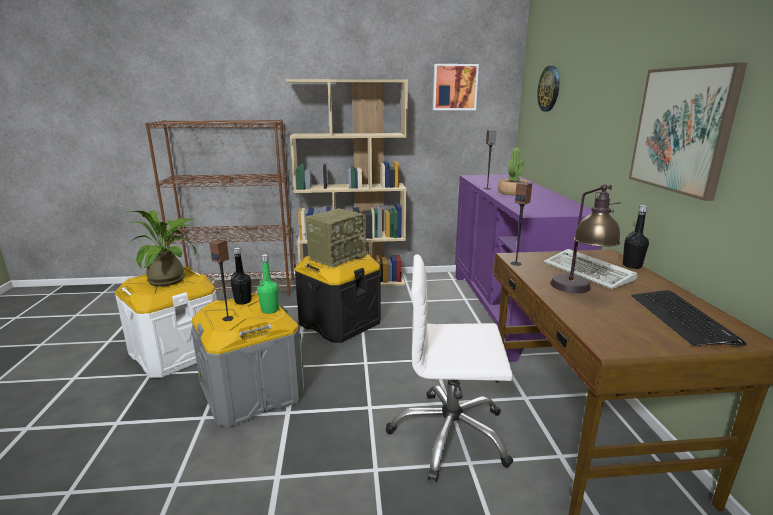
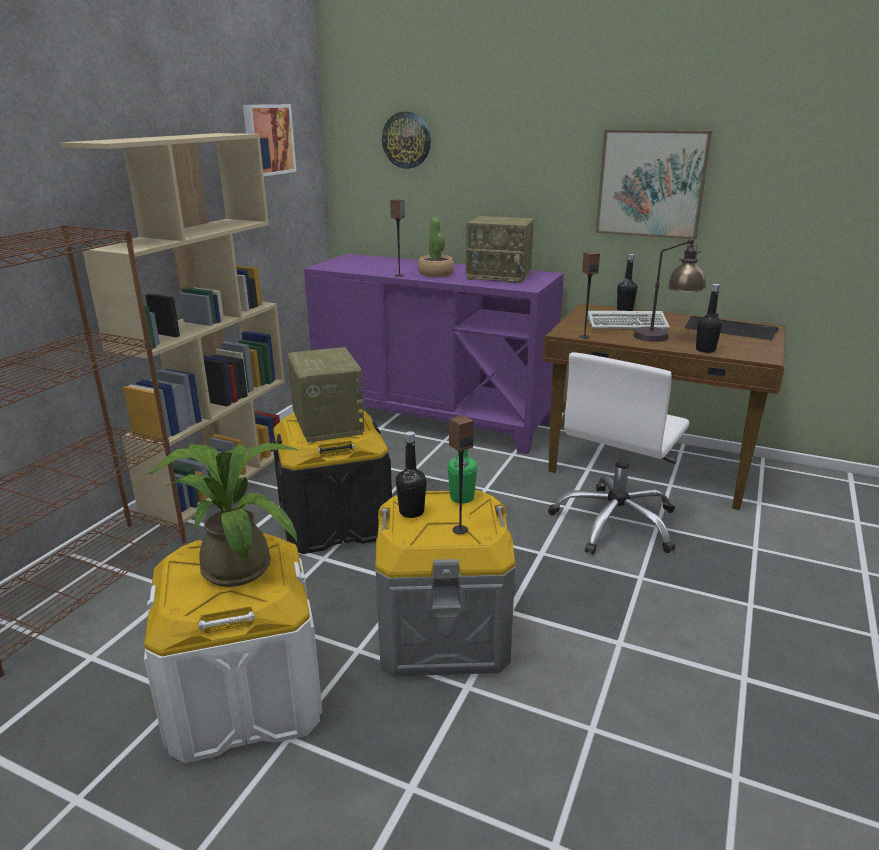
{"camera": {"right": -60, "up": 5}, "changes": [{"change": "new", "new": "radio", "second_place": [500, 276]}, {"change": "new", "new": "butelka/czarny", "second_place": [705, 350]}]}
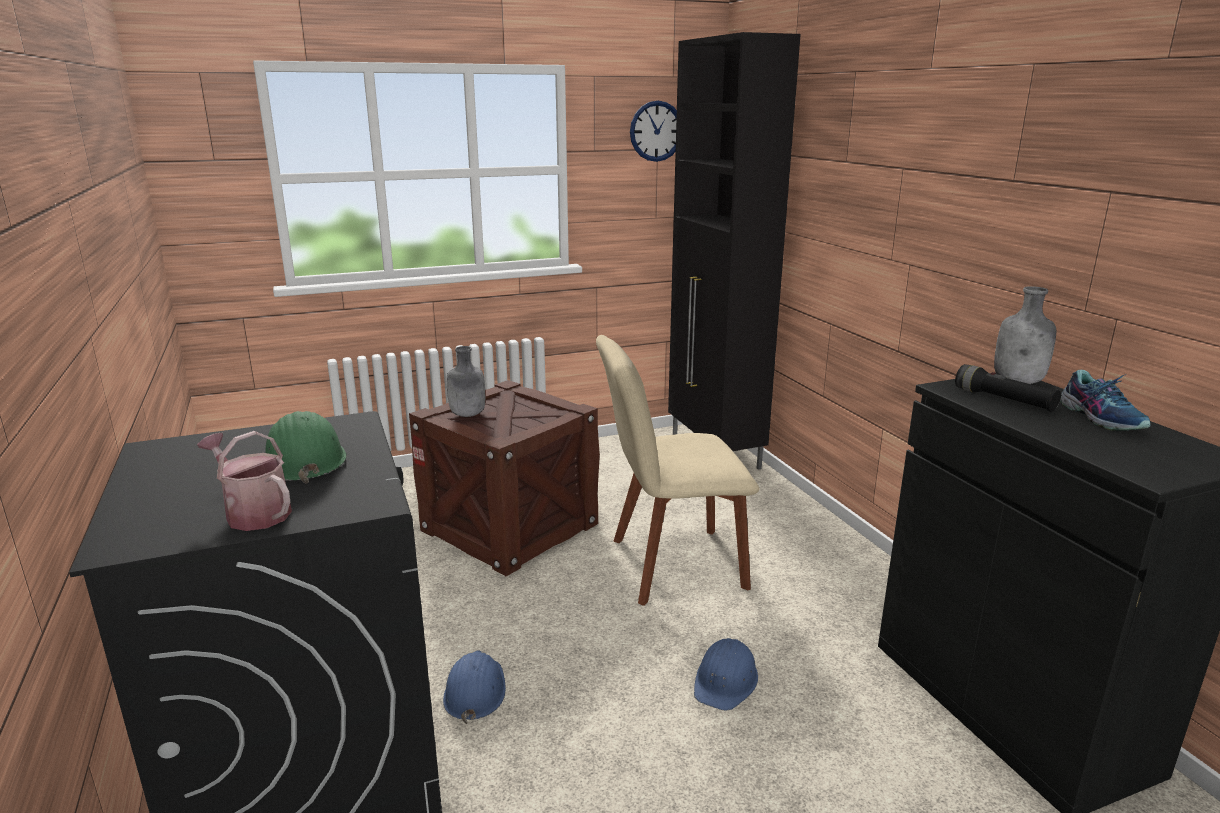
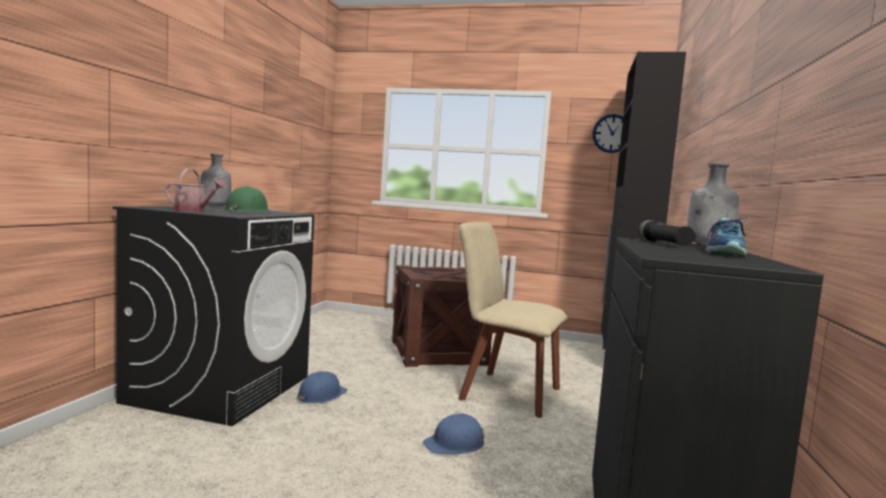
{"camera": {"right": 35, "up": -15}, "changes": [{"change": "shifted", "old": "butelka/szary", "first_place": [467, 415], "second_place": [215, 206]}, {"change": "rotated", "old": "konewka", "first_place": [253, 512], "second_place": [193, 211], "degrees": 120}]}
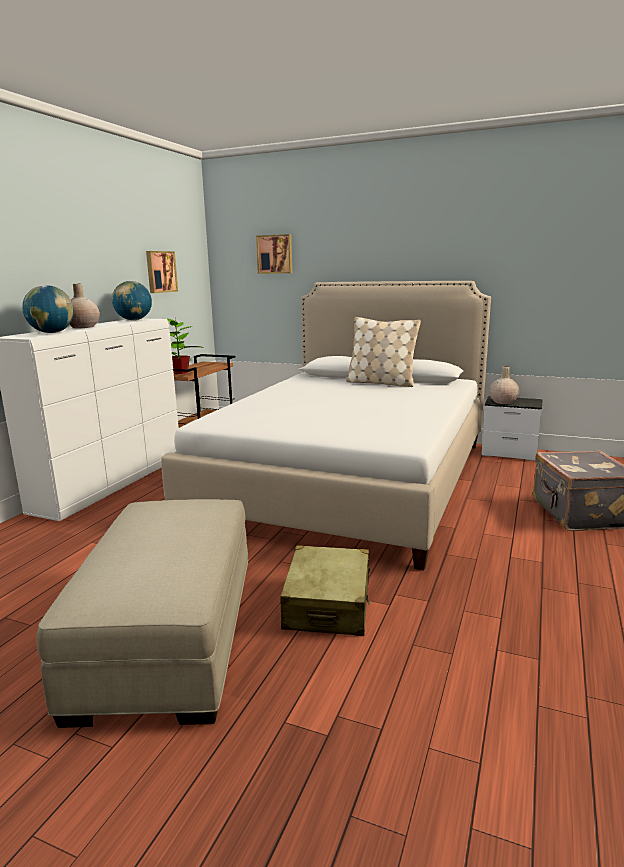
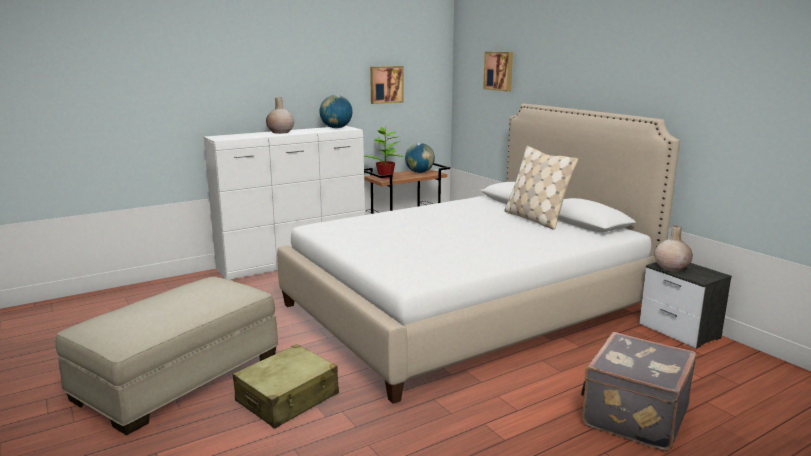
{"camera": {"right": 35, "up": 0}, "changes": [{"change": "shifted", "old": "globus", "first_place": [52, 332], "second_place": [419, 172]}]}
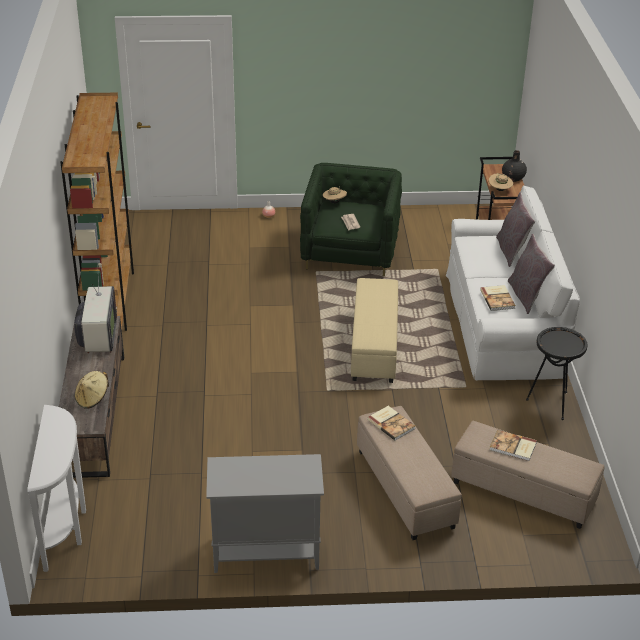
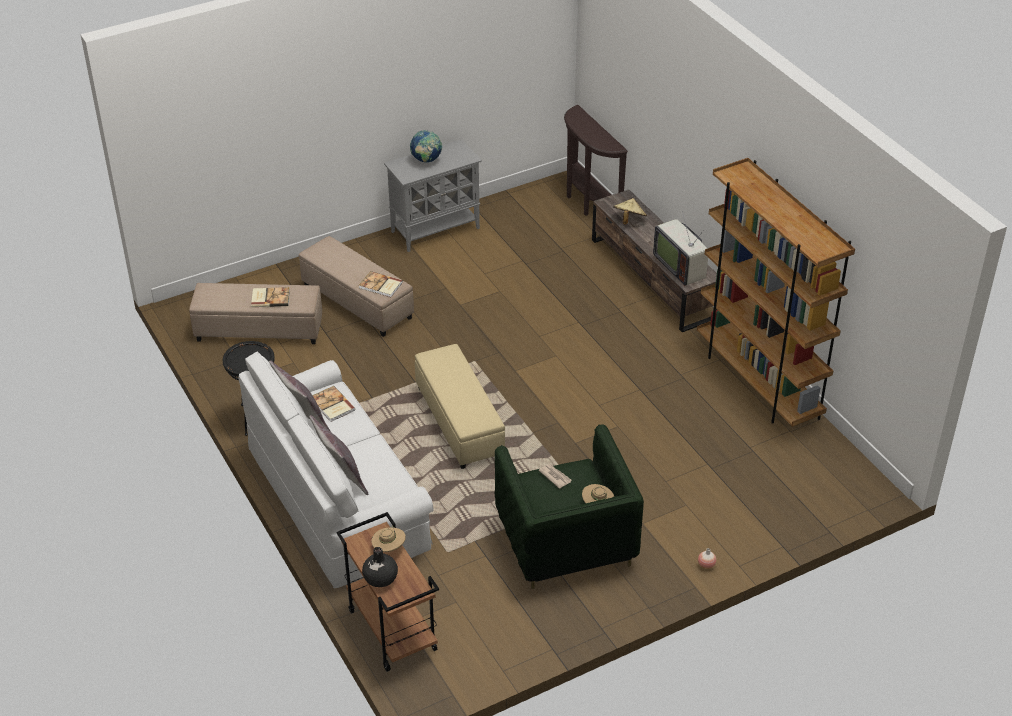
{"camera": {"right": 155, "up": 5}, "changes": [{"change": "repainted", "old": "stolik konsolowy/biały", "new": "stolik konsolowy/brązowy", "first_place": [66, 527], "second_place": [587, 202]}, {"change": "new", "new": "globus", "second_place": [426, 160]}]}
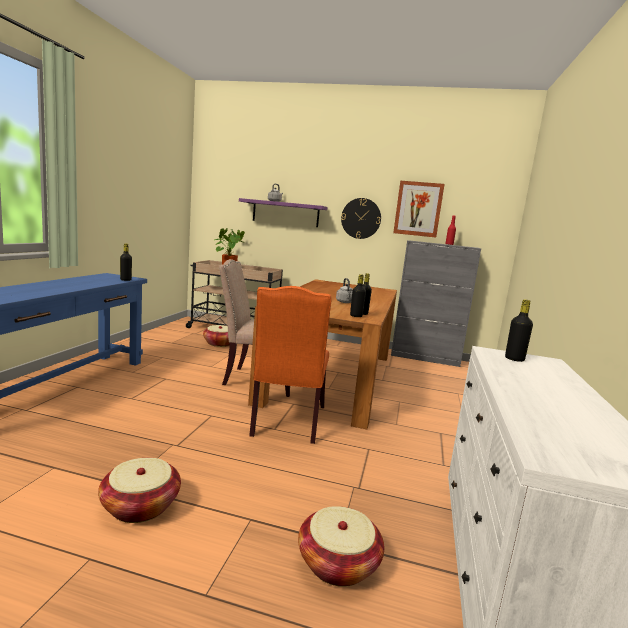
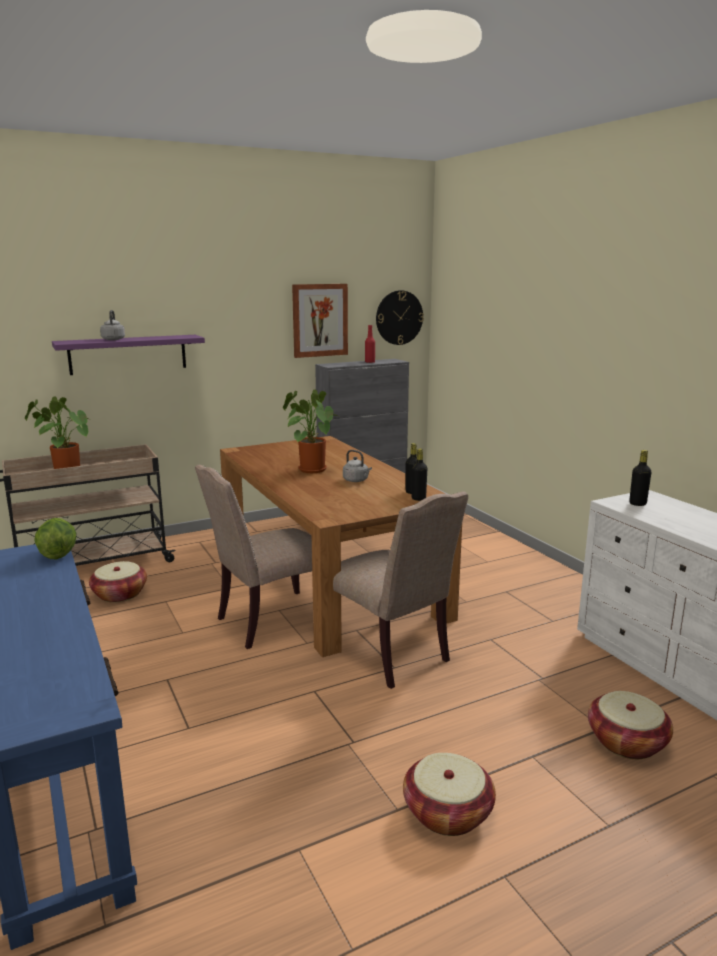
{"camera": {"right": -40, "up": 5}, "changes": [{"change": "shifted", "old": "zegar ścienny", "first_place": [361, 218], "second_place": [399, 317]}, {"change": "swapped", "old": "butelka/czarny", "new": "sałata", "first_place": [125, 280], "second_place": [58, 555]}, {"change": "repainted", "old": "krzesło/pomarańczowy", "new": "krzesło/beżowy", "first_place": [286, 422], "second_place": [390, 654]}, {"change": "new", "new": "roślina doniczkowa", "second_place": [310, 469]}]}
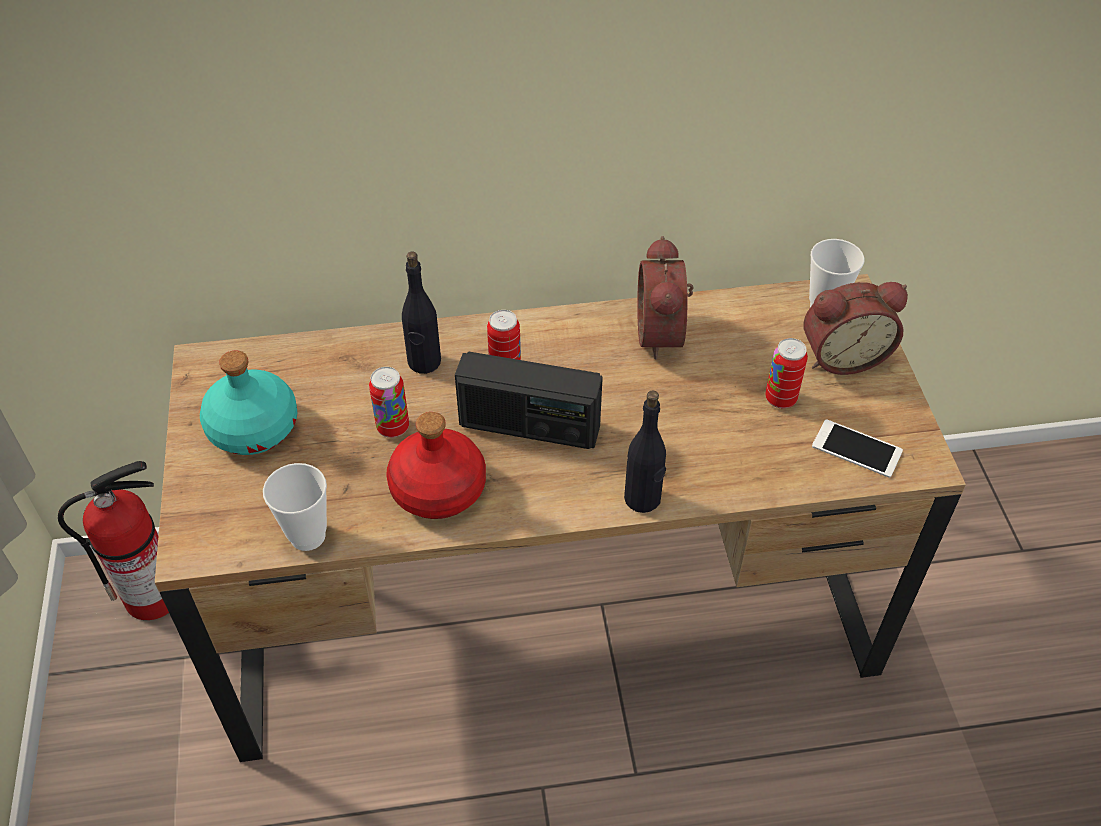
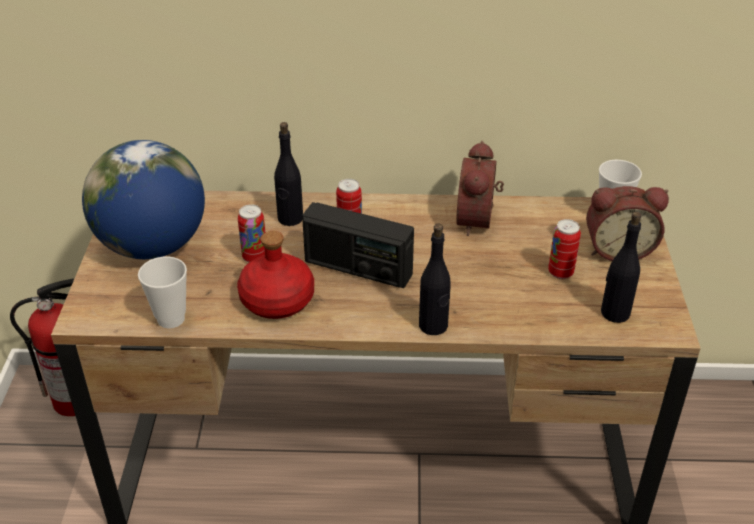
{"camera": {"right": 10, "up": -10}, "changes": [{"change": "swapped", "old": "butelka/turkusowy", "new": "globus", "first_place": [254, 428], "second_place": [153, 246]}, {"change": "swapped", "old": "telefon", "new": "butelka/czarny", "first_place": [856, 449], "second_place": [614, 313]}]}
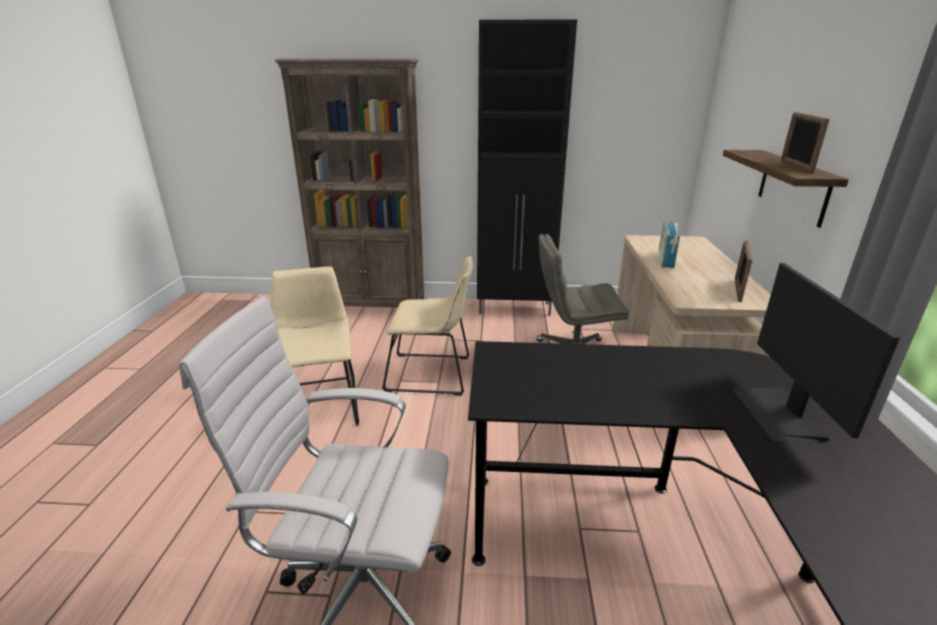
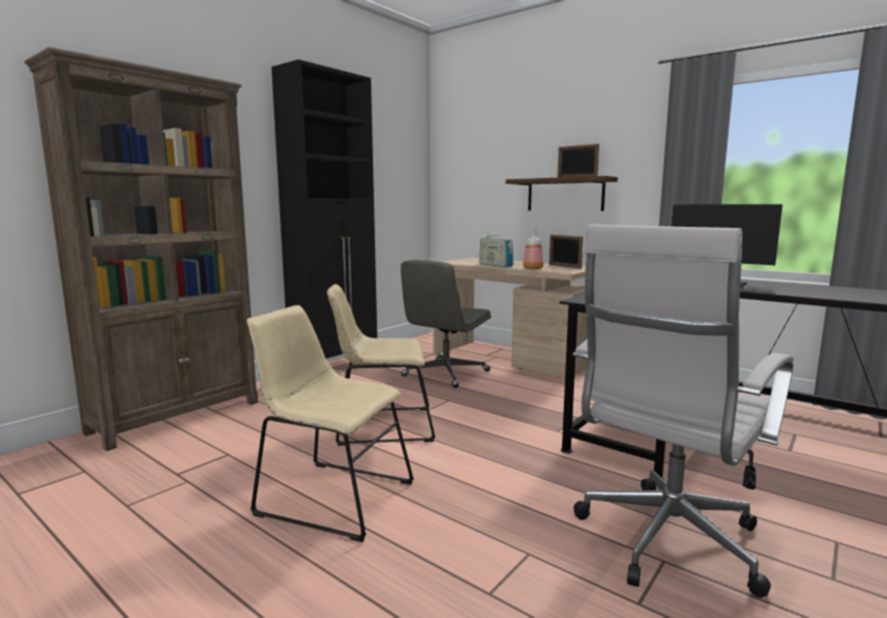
{"camera": {"right": -55, "up": -15}, "changes": [{"change": "rotated", "old": "krzesło/beżowy", "first_place": [432, 374], "second_place": [380, 426], "degrees": -135}, {"change": "new", "new": "butelka", "second_place": [533, 268]}]}
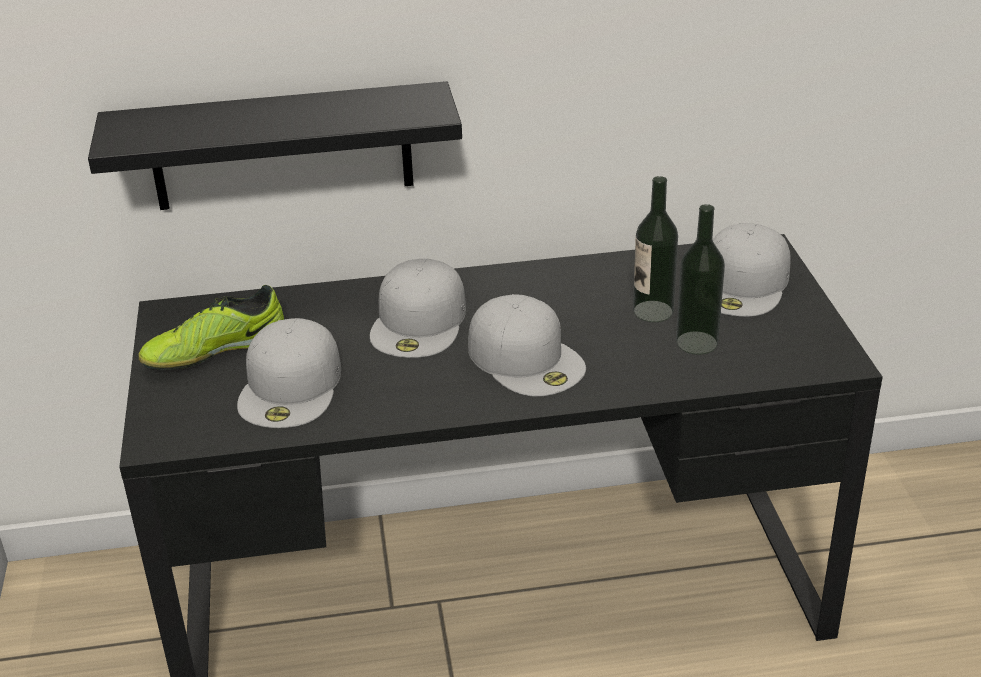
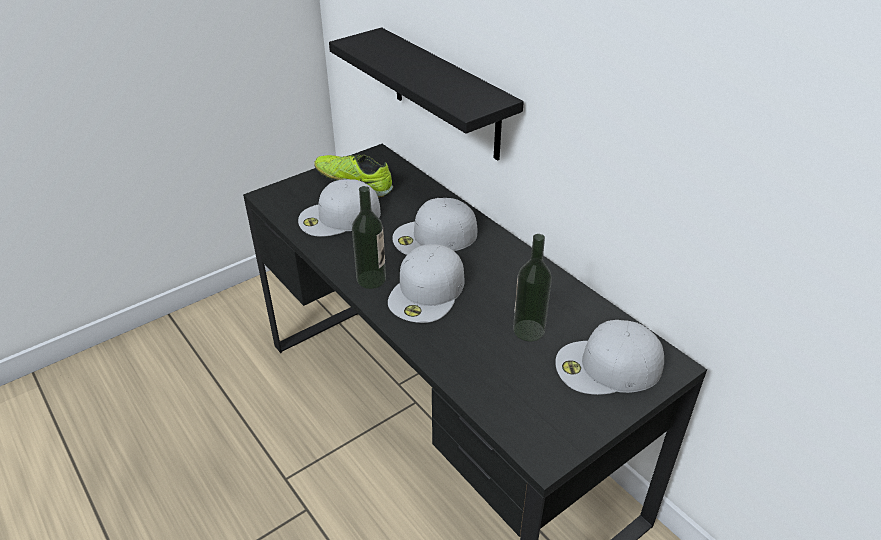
{"camera": {"right": 60, "up": 5}, "changes": [{"change": "shifted", "old": "butelka", "first_place": [696, 343], "second_place": [371, 279]}]}
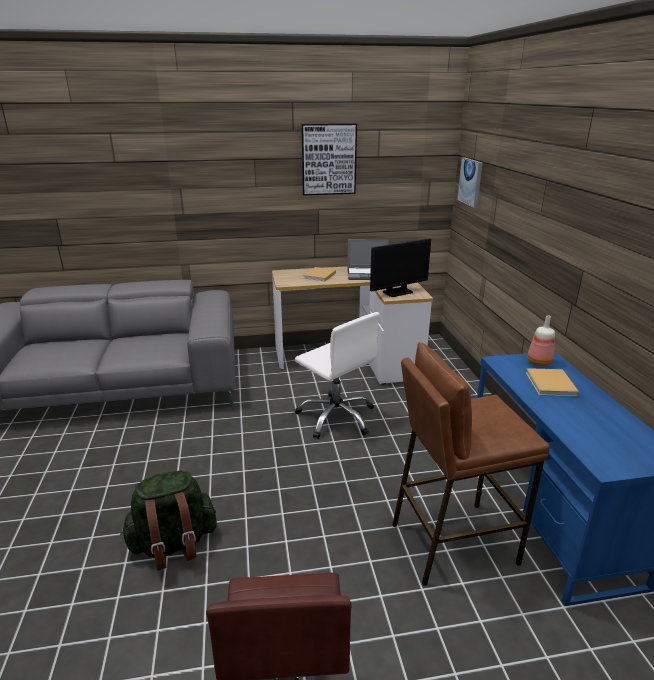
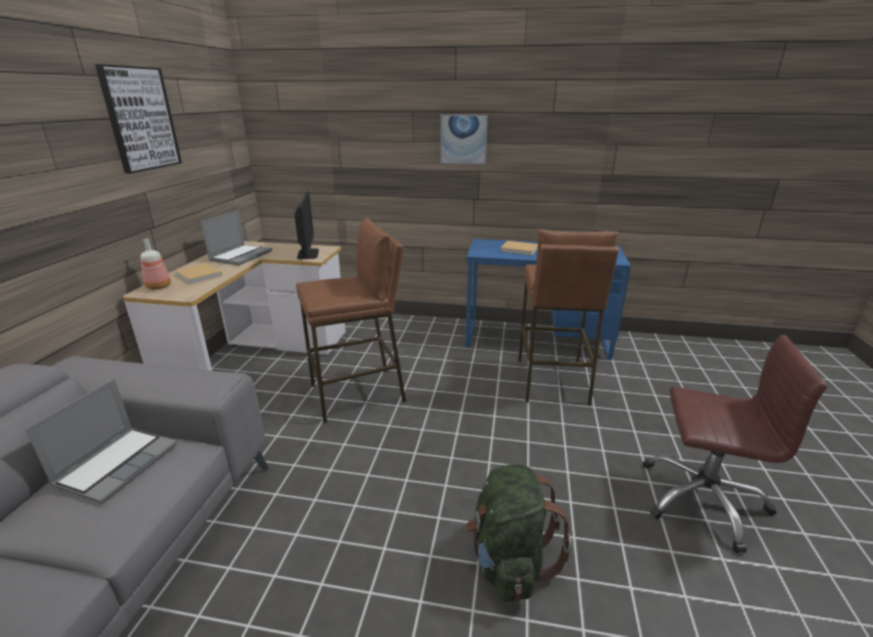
{"camera": {"right": -70, "up": 0}, "changes": [{"change": "shifted", "old": "obraz", "first_place": [470, 182], "second_place": [463, 139]}, {"change": "swapped", "old": "krzesło biurowe/biały", "new": "stołek/brązowy", "first_place": [336, 417], "second_place": [358, 394]}, {"change": "shifted", "old": "butelka", "first_place": [539, 363], "second_place": [159, 287]}, {"change": "new", "new": "laptop", "second_place": [118, 464]}]}
